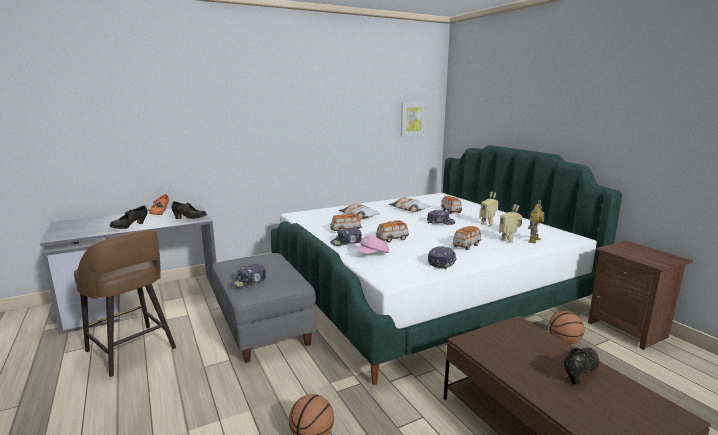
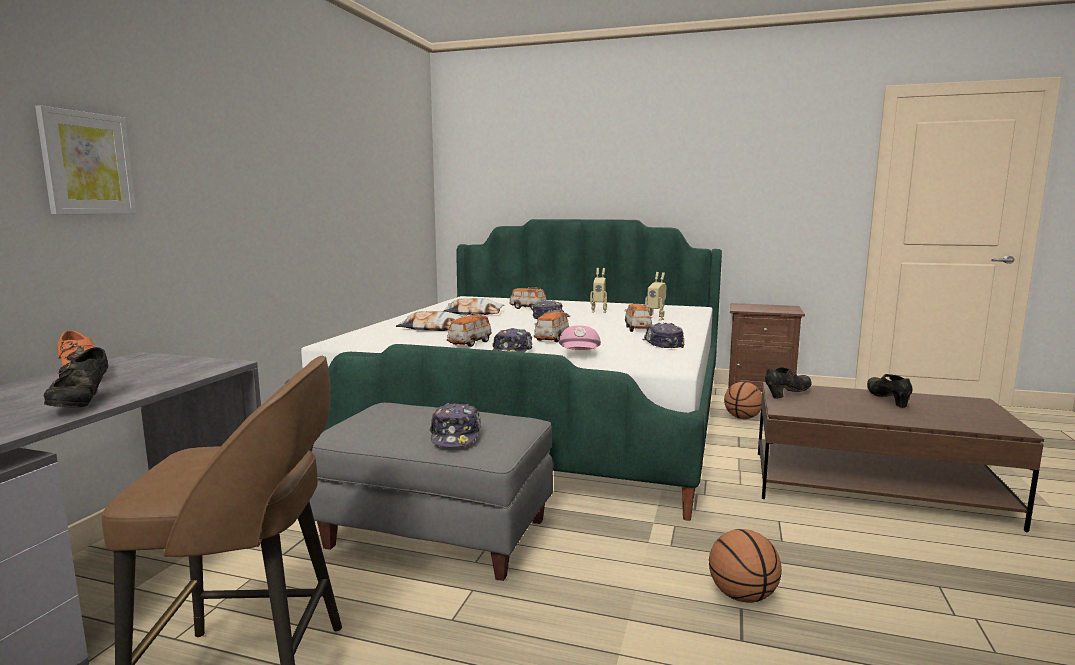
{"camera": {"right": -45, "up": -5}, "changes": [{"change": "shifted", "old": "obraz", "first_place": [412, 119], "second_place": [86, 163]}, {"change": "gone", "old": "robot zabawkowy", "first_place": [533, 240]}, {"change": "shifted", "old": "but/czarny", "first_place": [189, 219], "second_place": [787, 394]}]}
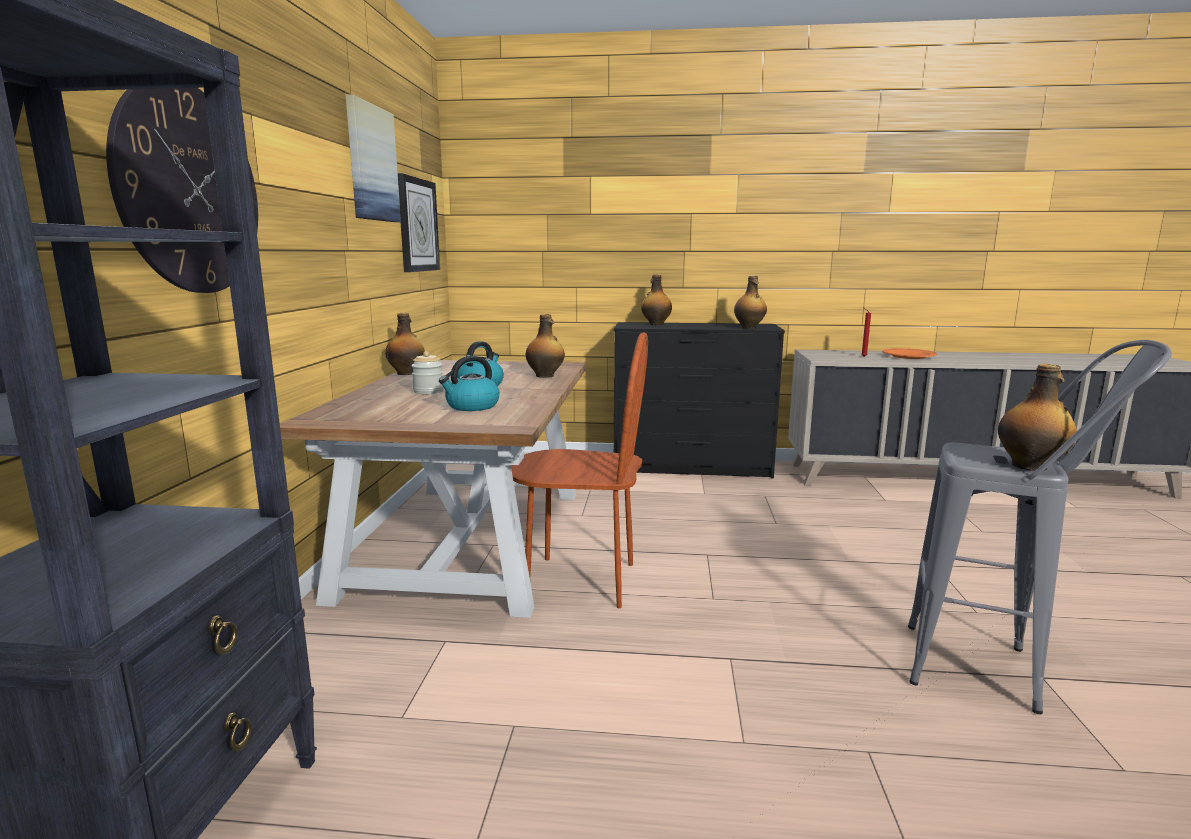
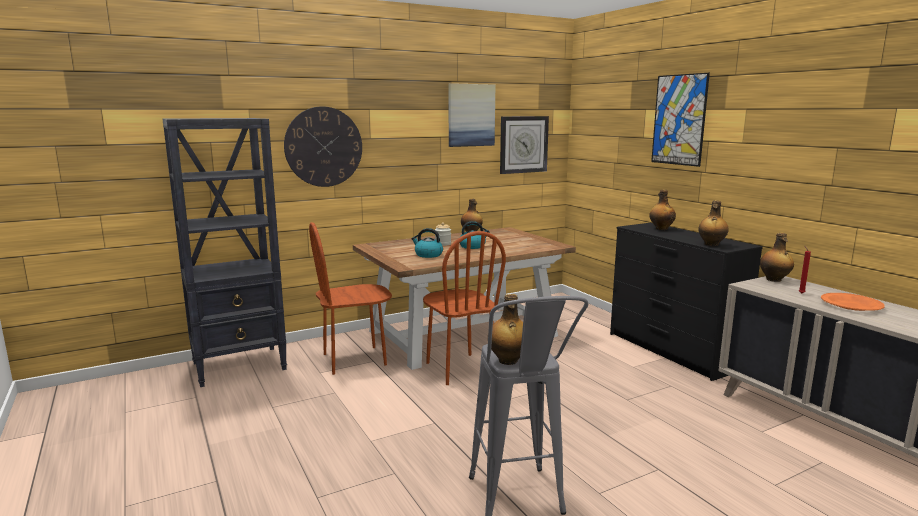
{"camera": {"right": 55, "up": 0}, "changes": [{"change": "shifted", "old": "butelka", "first_place": [545, 376], "second_place": [774, 280]}, {"change": "new", "new": "obraz", "second_place": [679, 120]}, {"change": "new", "new": "krzesło/brązowy", "second_place": [354, 359]}]}
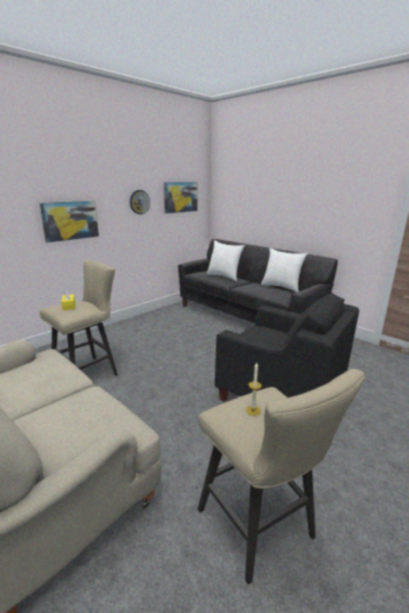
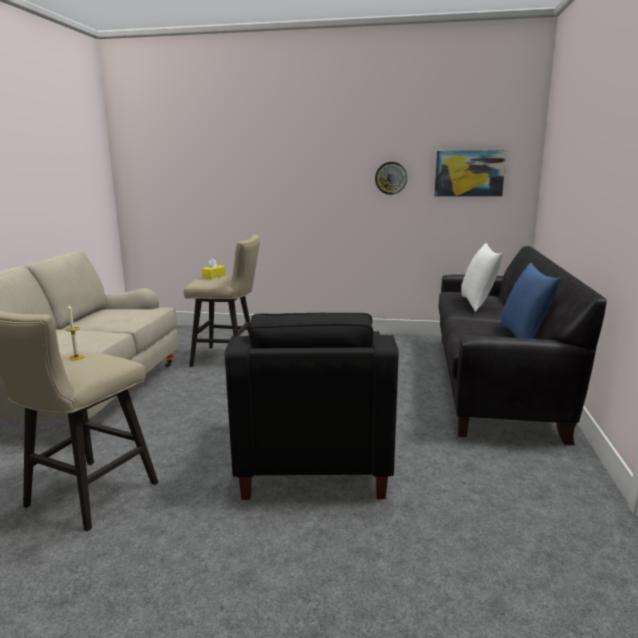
{"camera": {"right": 55, "up": -5}, "changes": [{"change": "gone", "old": "obraz", "first_place": [70, 220]}, {"change": "repainted", "old": "poduszka/biały", "new": "poduszka/niebieski", "first_place": [281, 287], "second_place": [524, 337]}]}
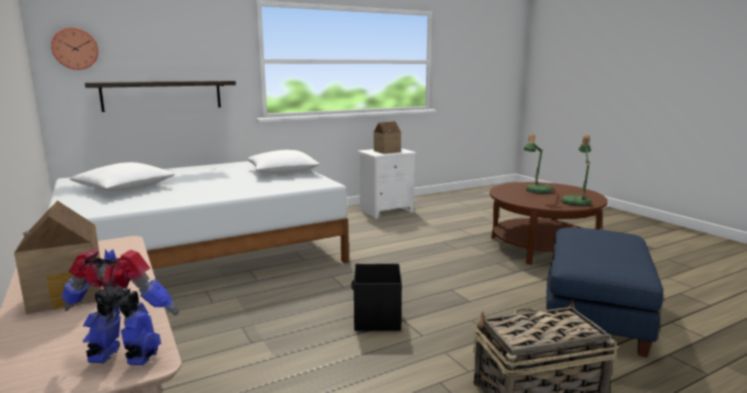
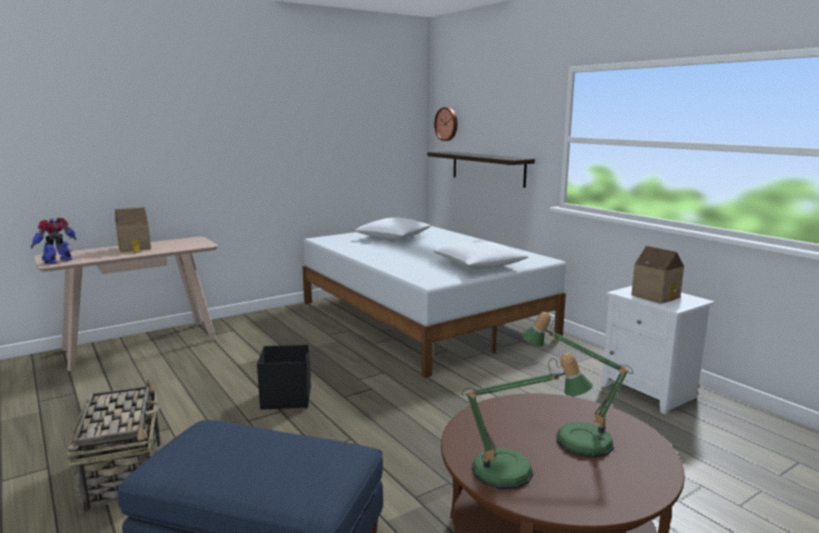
{"camera": {"right": 85, "up": 0}, "changes": [{"change": "rotated", "old": "robot zabawkowy", "first_place": [124, 357], "second_place": [59, 261], "degrees": -150}]}
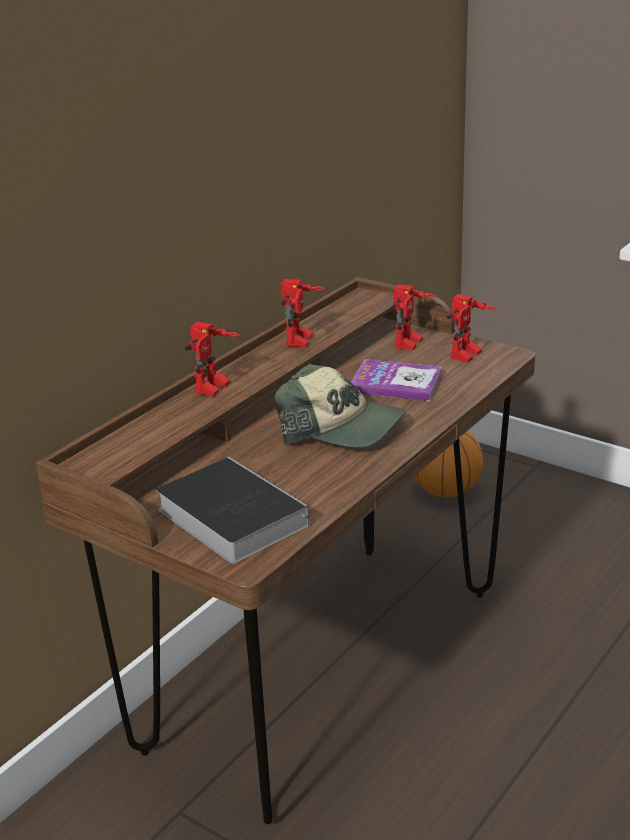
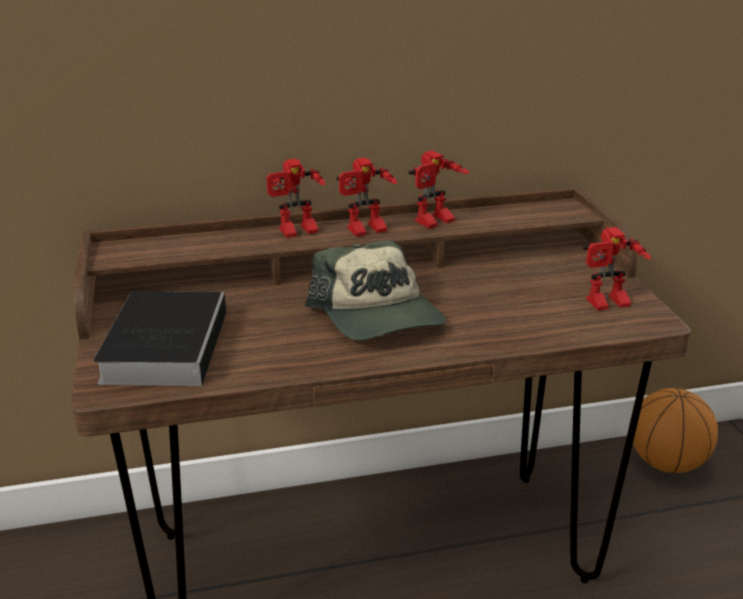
{"camera": {"right": 40, "up": 0}, "changes": [{"change": "shifted", "old": "robot zabawkowy", "first_place": [411, 345], "second_place": [366, 231]}, {"change": "gone", "old": "książka", "first_place": [395, 383]}]}
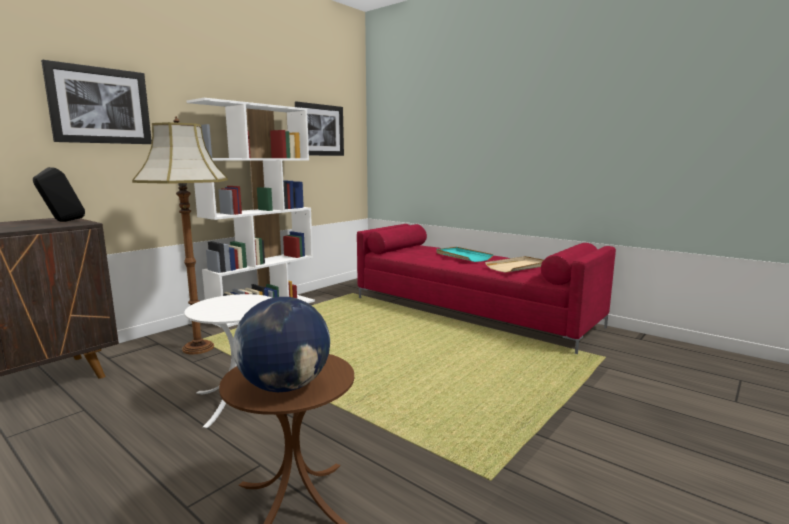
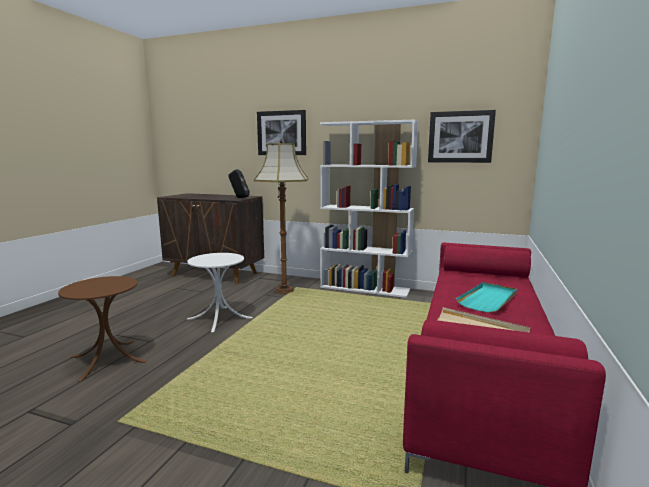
{"camera": {"right": 70, "up": 0}, "changes": [{"change": "gone", "old": "globus", "first_place": [285, 386]}]}
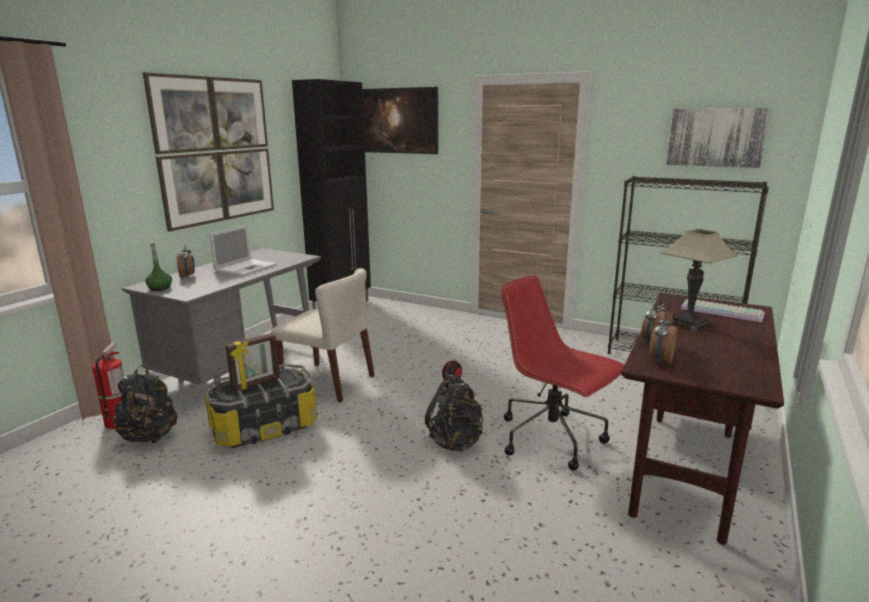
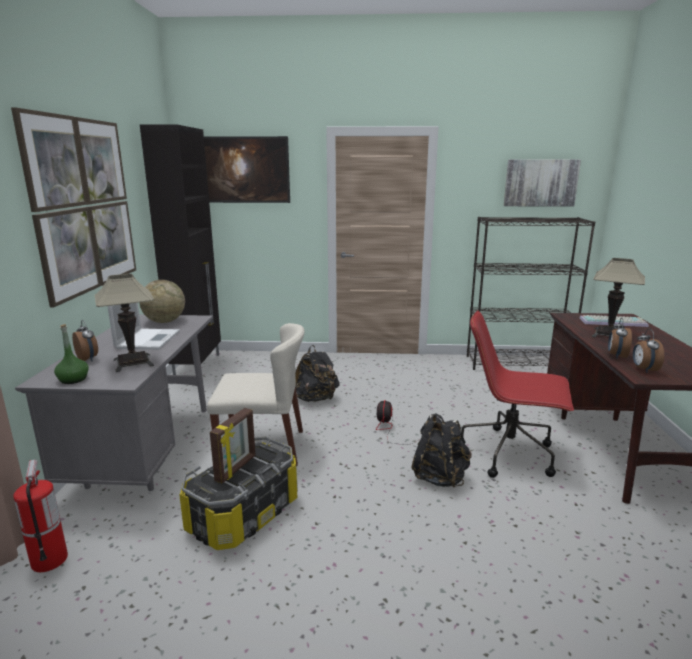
{"camera": {"right": -25, "up": 0}, "changes": [{"change": "shifted", "old": "plecak/czarny", "first_place": [150, 437], "second_place": [315, 399]}, {"change": "new", "new": "lampa stołowa", "second_place": [133, 363]}, {"change": "new", "new": "globus", "second_place": [164, 321]}]}
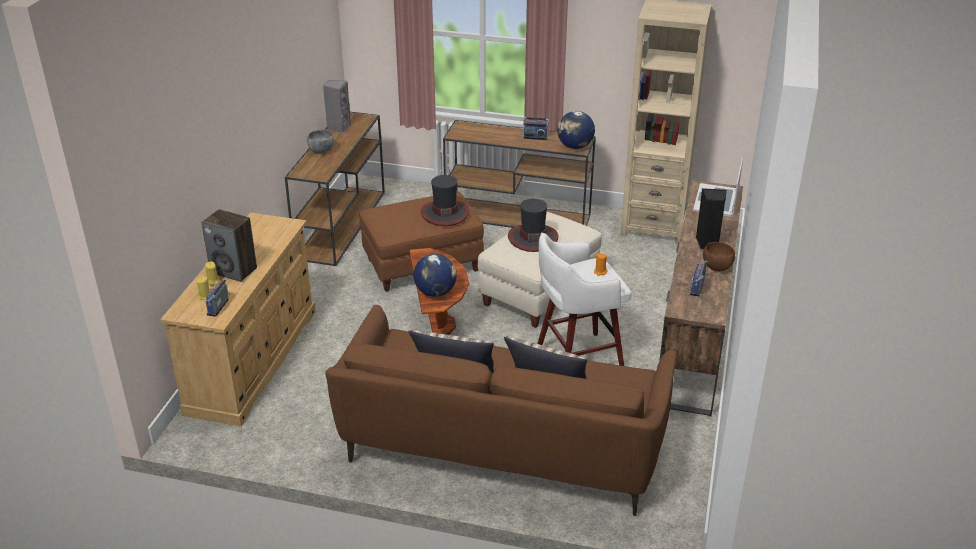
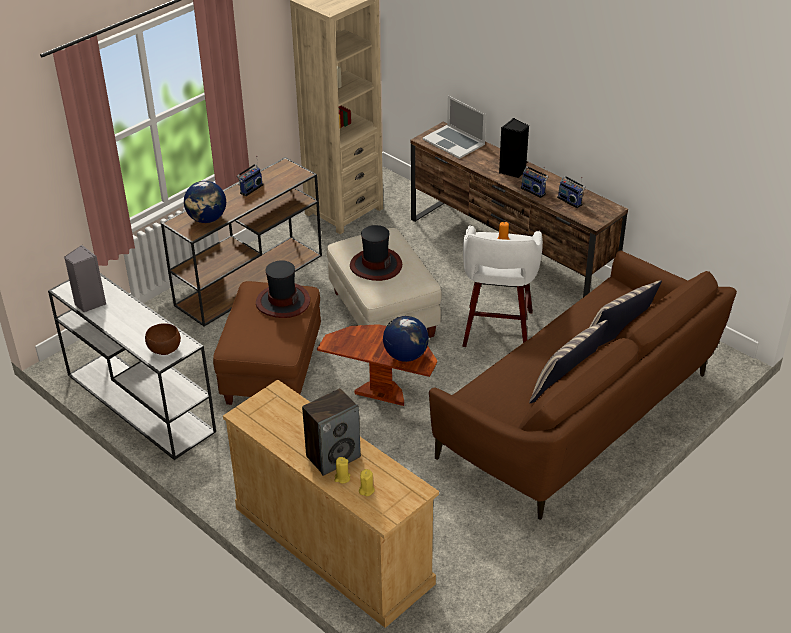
{"camera": {"right": -60, "up": 5}, "changes": [{"change": "shifted", "old": "globus", "first_place": [575, 146], "second_place": [207, 219]}, {"change": "repainted", "old": "stolik konsolowy/brązowy", "new": "stolik konsolowy/biały", "first_place": [341, 224], "second_place": [138, 402]}, {"change": "gone", "old": "miska/szary", "first_place": [321, 151]}, {"change": "shifted", "old": "miska/brązowy", "first_place": [717, 268], "second_place": [165, 350]}, {"change": "shifted", "old": "radio", "first_place": [219, 307], "second_place": [534, 190]}]}
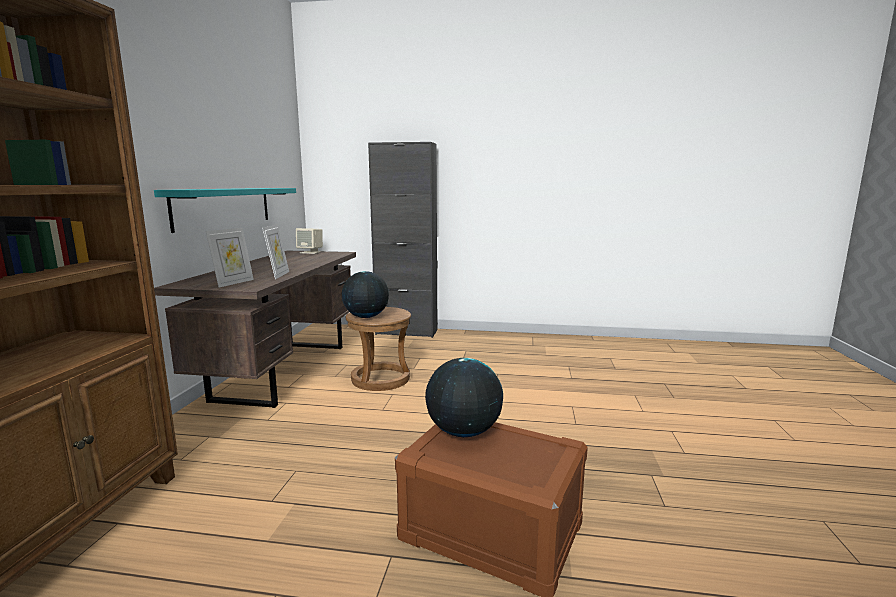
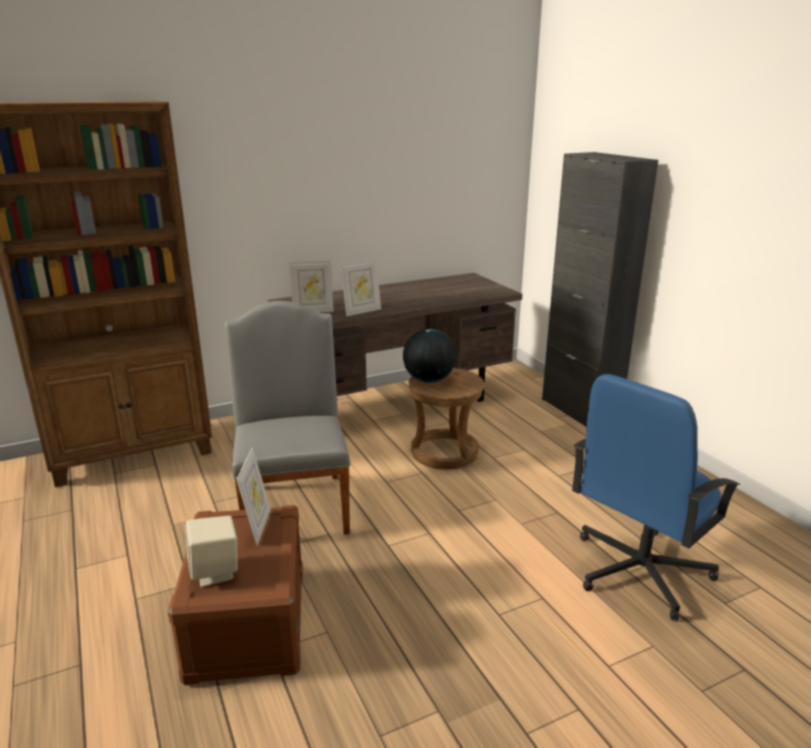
{"camera": {"right": 55, "up": 10}, "changes": [{"change": "gone", "old": "półka/turkusowy", "first_place": [224, 207]}, {"change": "shifted", "old": "głośnik/beżowy", "first_place": [310, 252], "second_place": [215, 572]}, {"change": "swapped", "old": "globus", "new": "ramka na zdjęcie", "first_place": [463, 432], "second_place": [257, 526]}, {"change": "new", "new": "krzesło/szary", "second_place": [294, 502]}, {"change": "new", "new": "krzesło biurowe/niebieski", "second_place": [638, 571]}]}
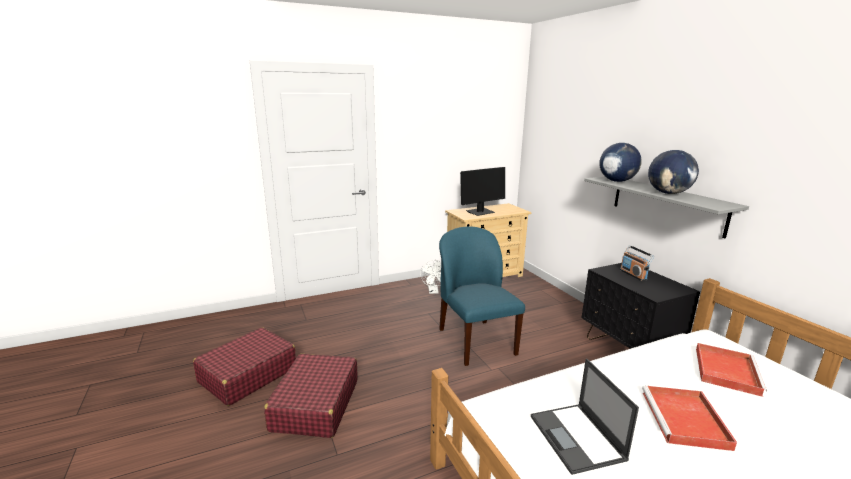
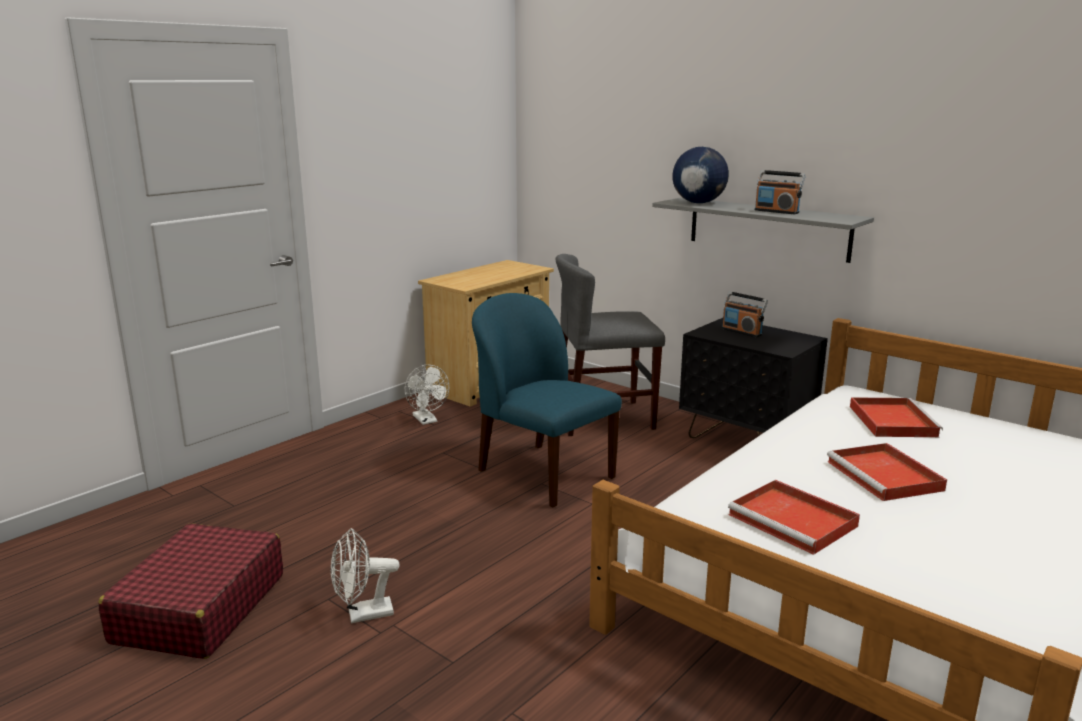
{"camera": {"right": -25, "up": 0}, "changes": [{"change": "swapped", "old": "globus", "new": "radio", "first_place": [668, 193], "second_place": [776, 211]}, {"change": "gone", "old": "monitor", "first_place": [480, 212]}, {"change": "swapped", "old": "walizka/czerwony", "new": "wentylator/biały", "first_place": [315, 405], "second_place": [363, 615]}, {"change": "swapped", "old": "laptop", "new": "taca/czerwony", "first_place": [577, 438], "second_place": [795, 521]}, {"change": "new", "new": "krzesło/szary", "second_place": [603, 418]}]}
